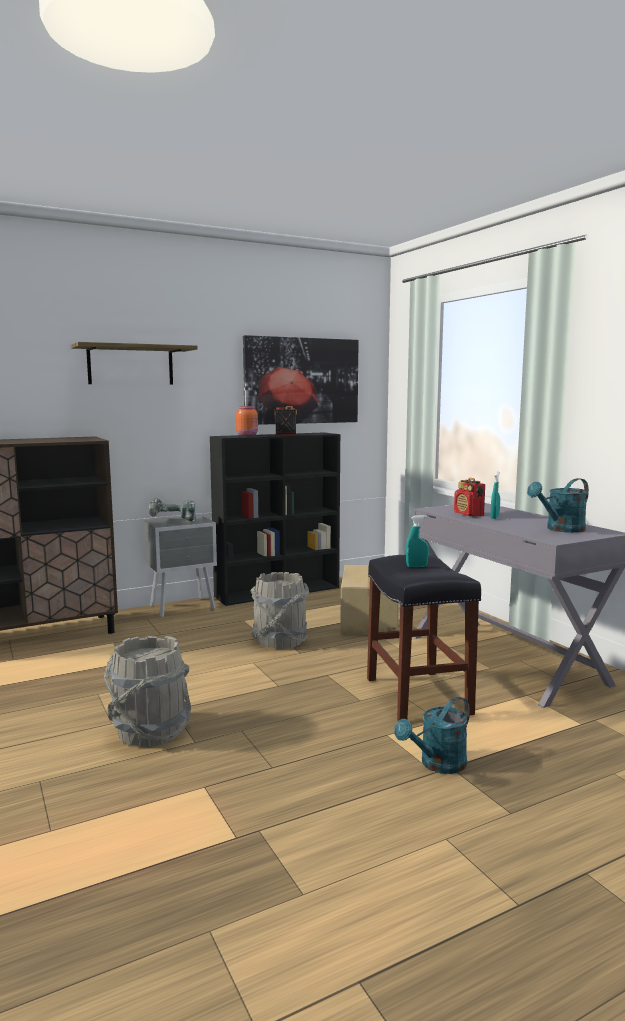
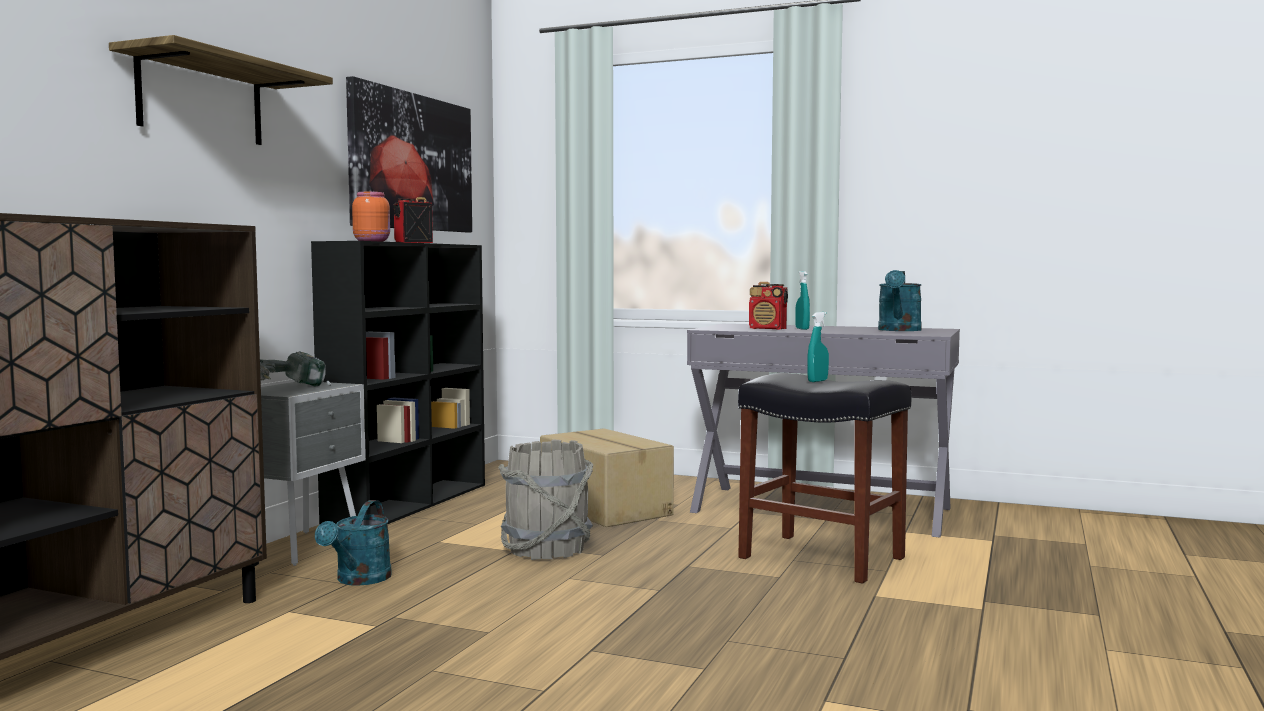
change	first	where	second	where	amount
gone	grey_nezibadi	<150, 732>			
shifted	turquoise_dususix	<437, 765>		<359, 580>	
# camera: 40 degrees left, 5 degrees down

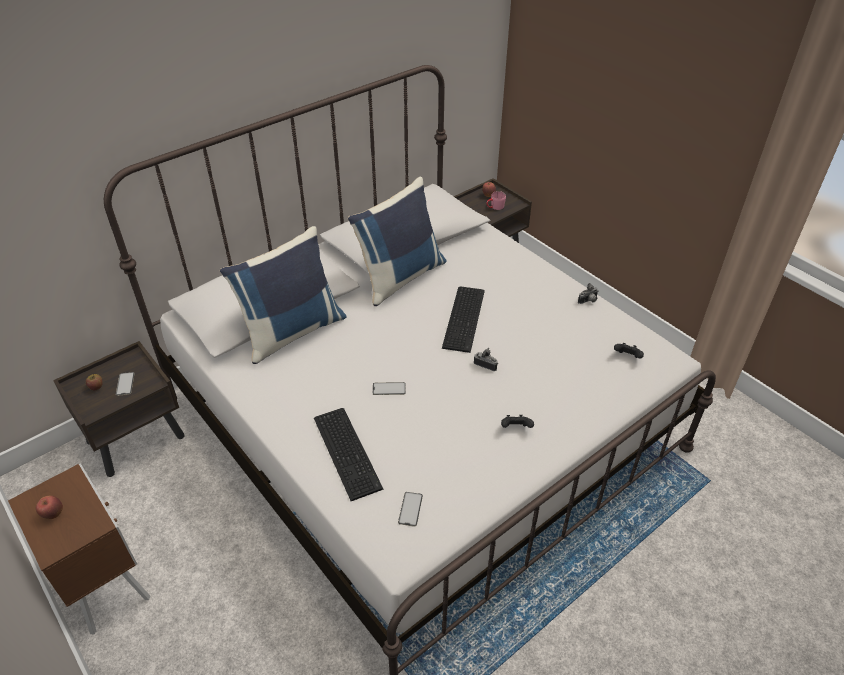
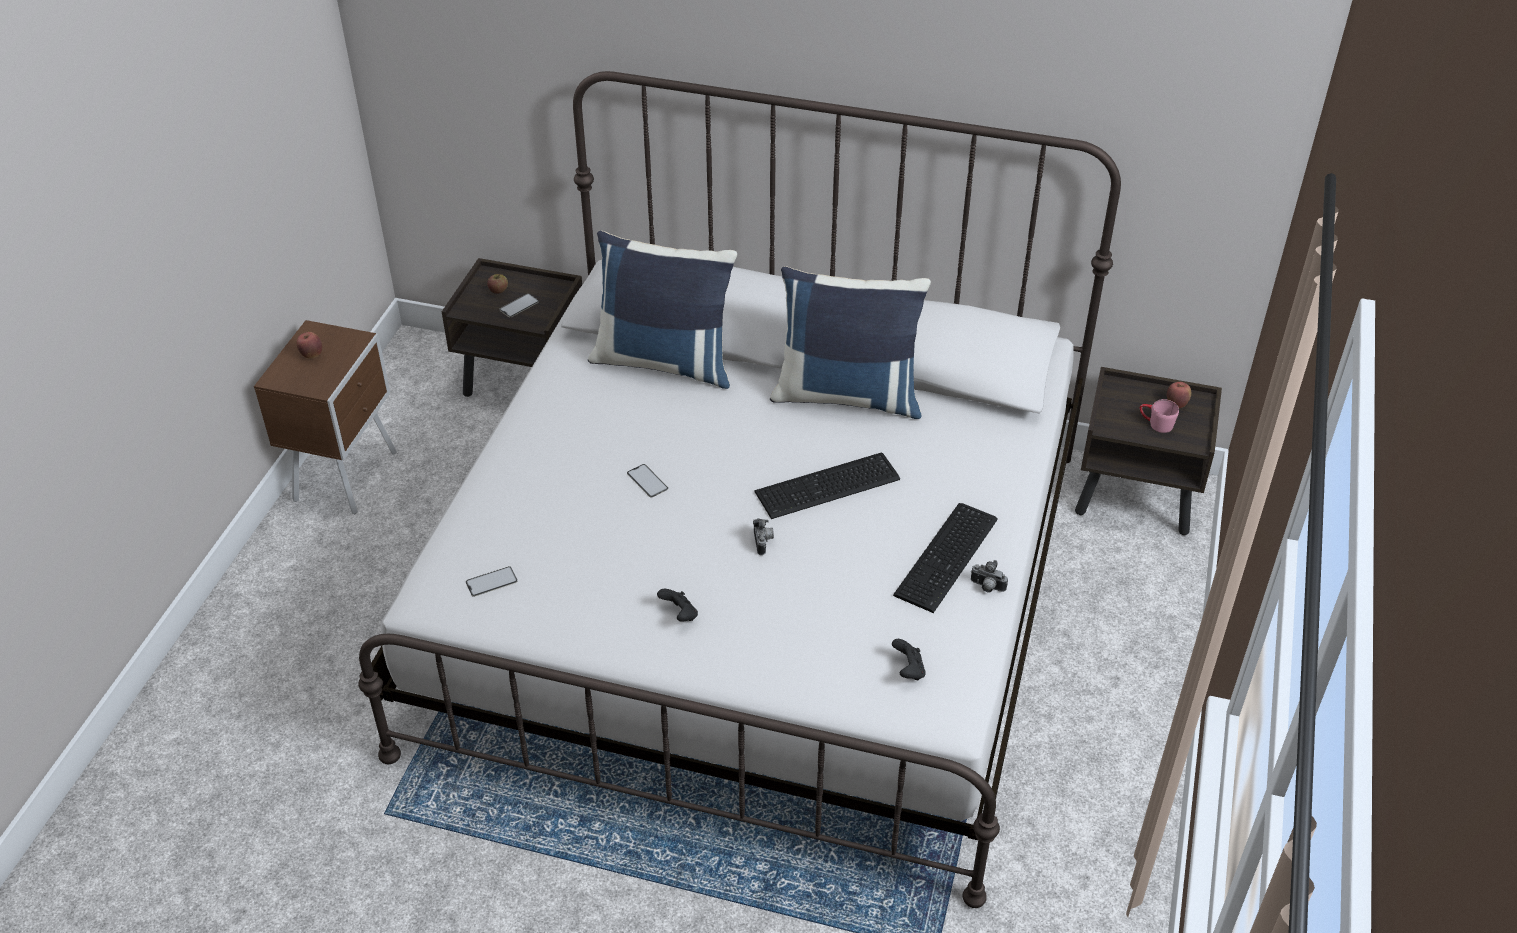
change	first	where	second	where	amount
shifted	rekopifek	<348, 451>		<949, 556>	
# camera: 55 degrees right, 0 degrees up

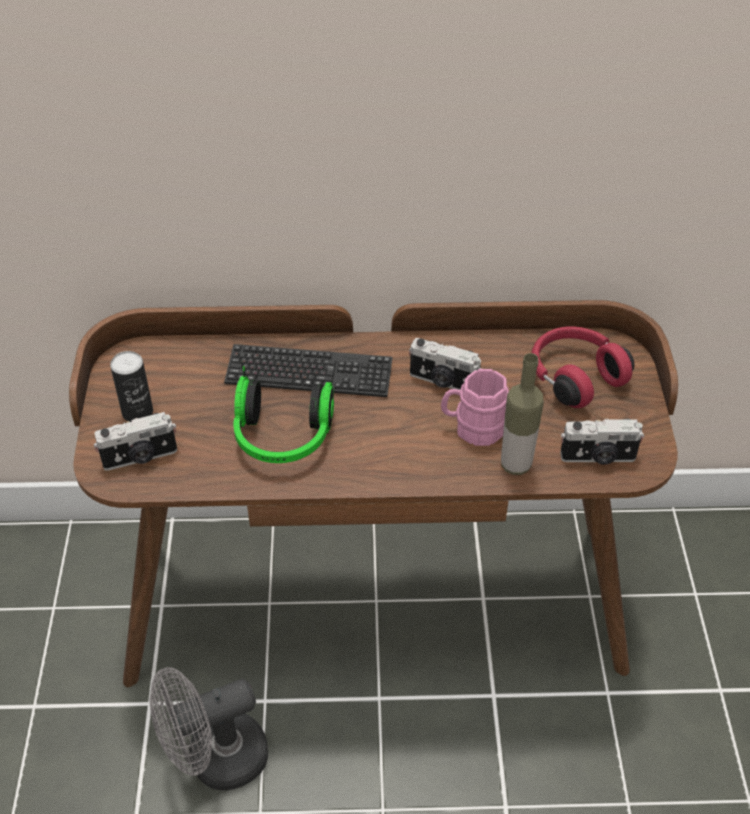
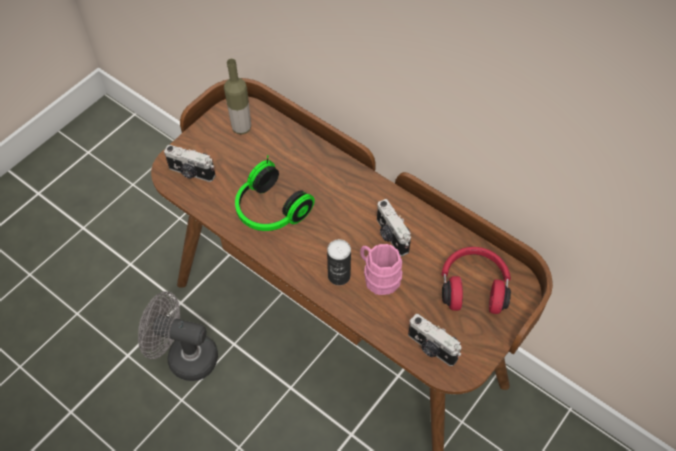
change	first	where	second	where	amount
gone	rekopifek	<309, 373>			
shifted	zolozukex	<137, 412>		<339, 275>	
shifted	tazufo	<515, 464>		<241, 128>	
# camera: 40 degrees right, 10 degrees up

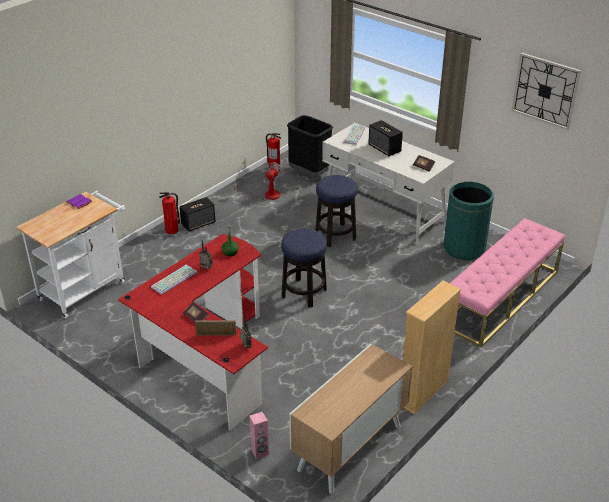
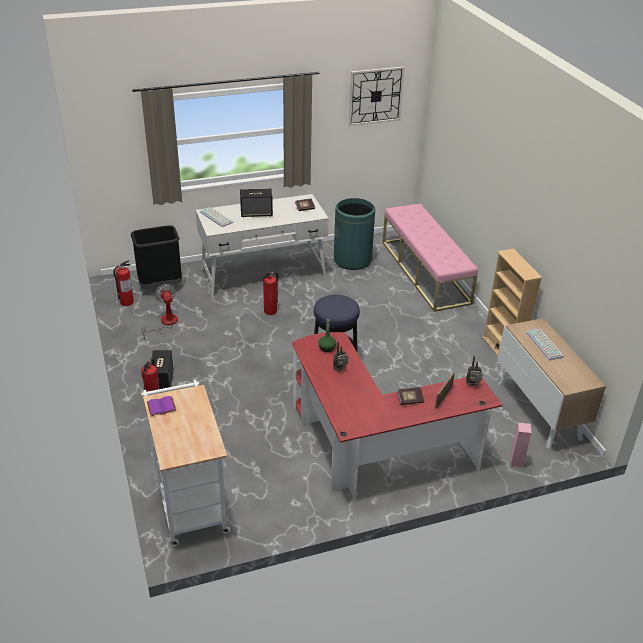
change	first	where	second	where	amount
swapped	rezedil	<335, 235>	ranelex	<270, 311>	
shifted	rekopifek	<174, 280>		<545, 345>	
# camera: 60 degrees left, 0 degrees up

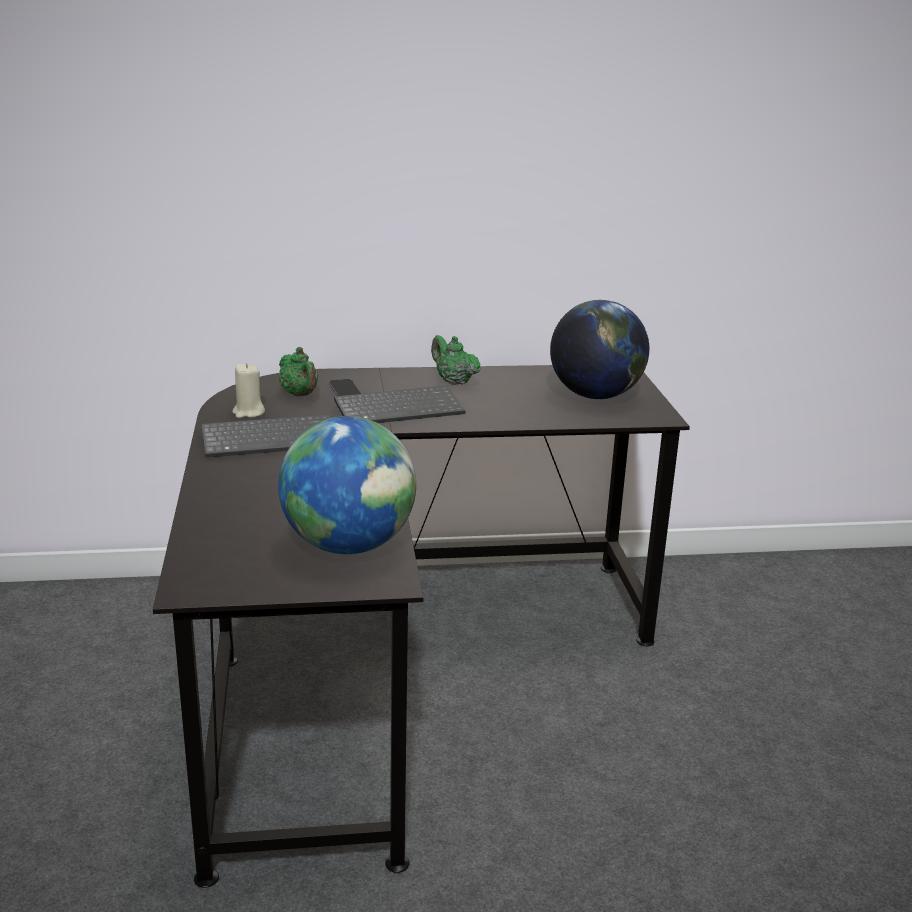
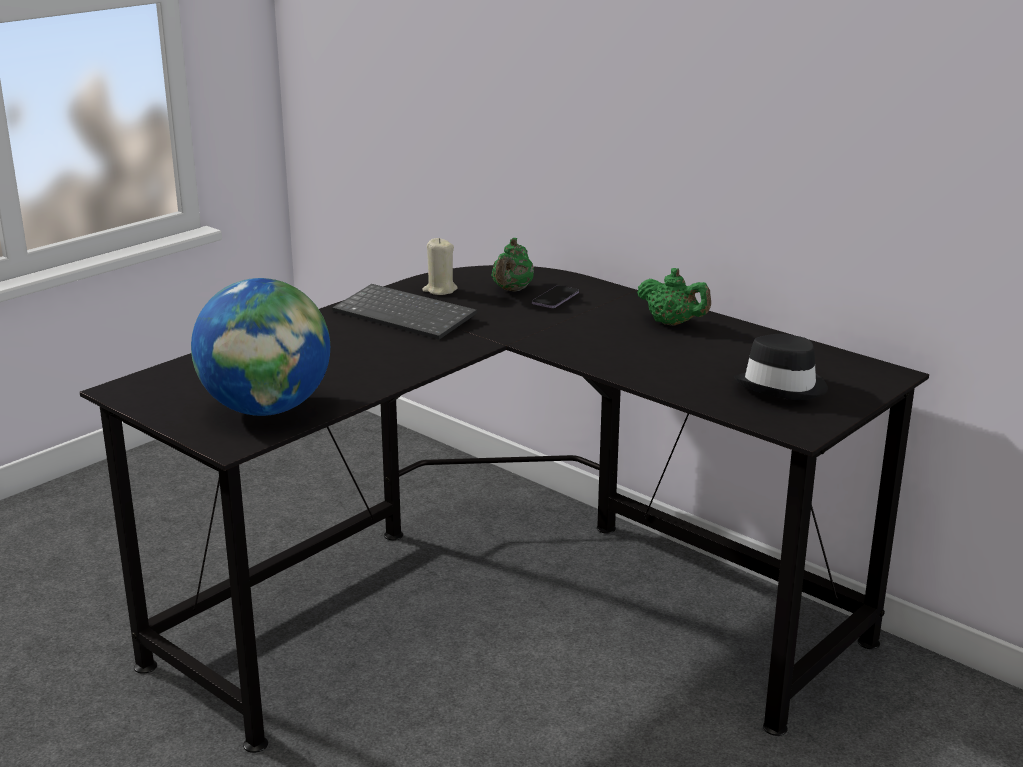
change	first	where	second	where	amount
swapped	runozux	<595, 396>	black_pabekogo	<783, 386>	
rotated	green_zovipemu	<453, 381>		<673, 323>	120 degrees clockwise
gone	rekopifek	<400, 408>			
# camera: 50 degrees right, 0 degrees up

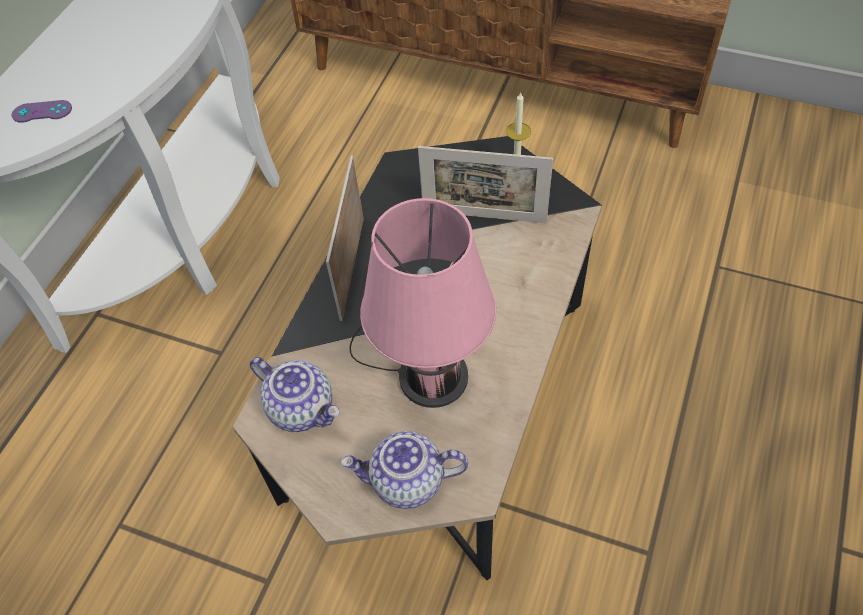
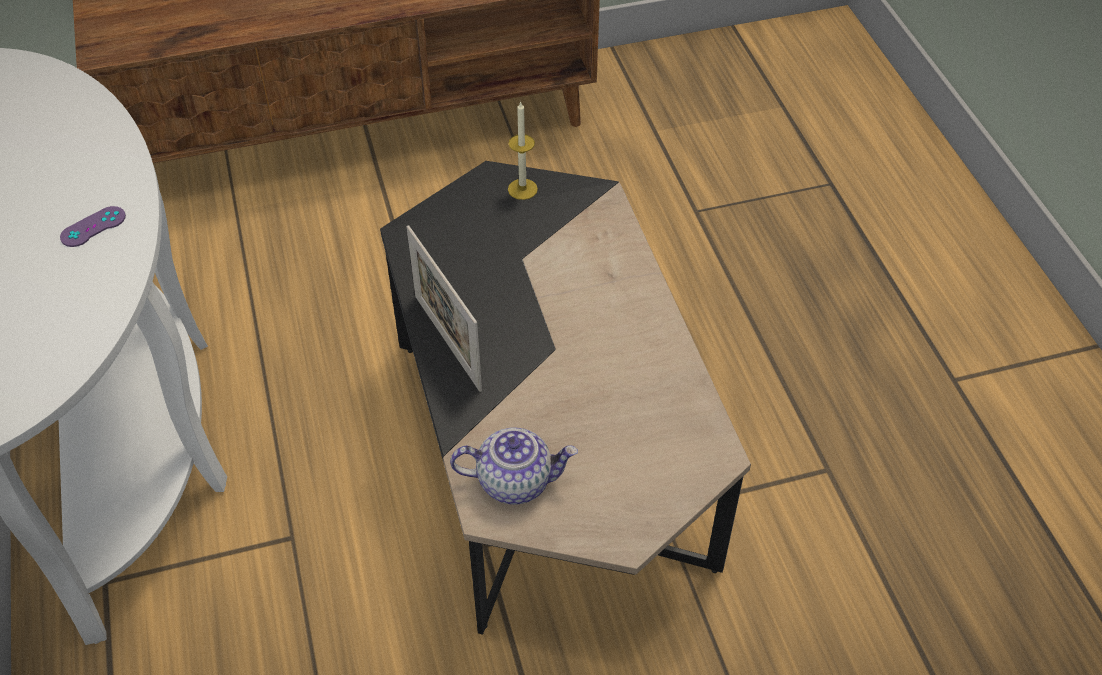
change	first	where	second	where	amount
shifted	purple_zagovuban	<42, 112>		<93, 227>	
gone	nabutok	<484, 216>			
gone	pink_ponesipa	<427, 372>			
gone	zovipemu	<407, 482>			
# camera: 40 degrees left, 5 degrees down

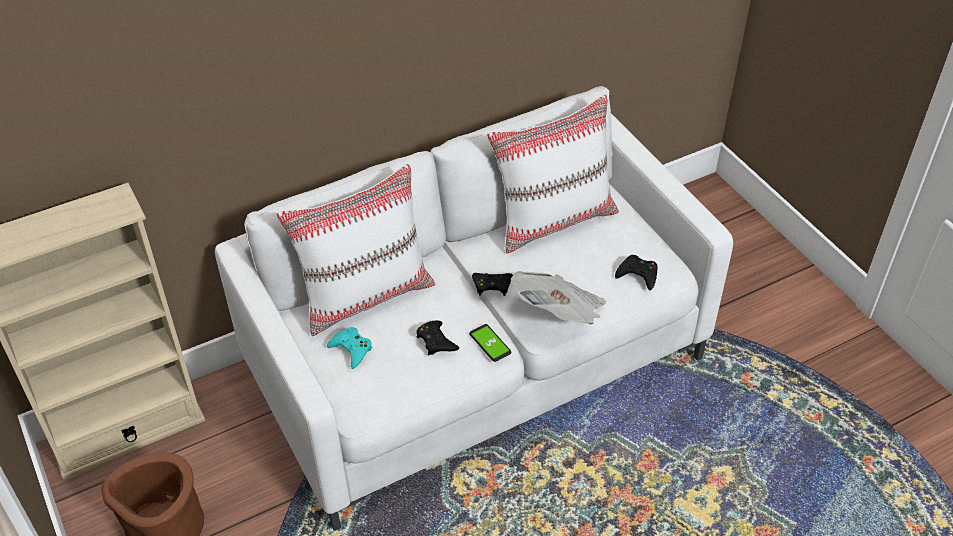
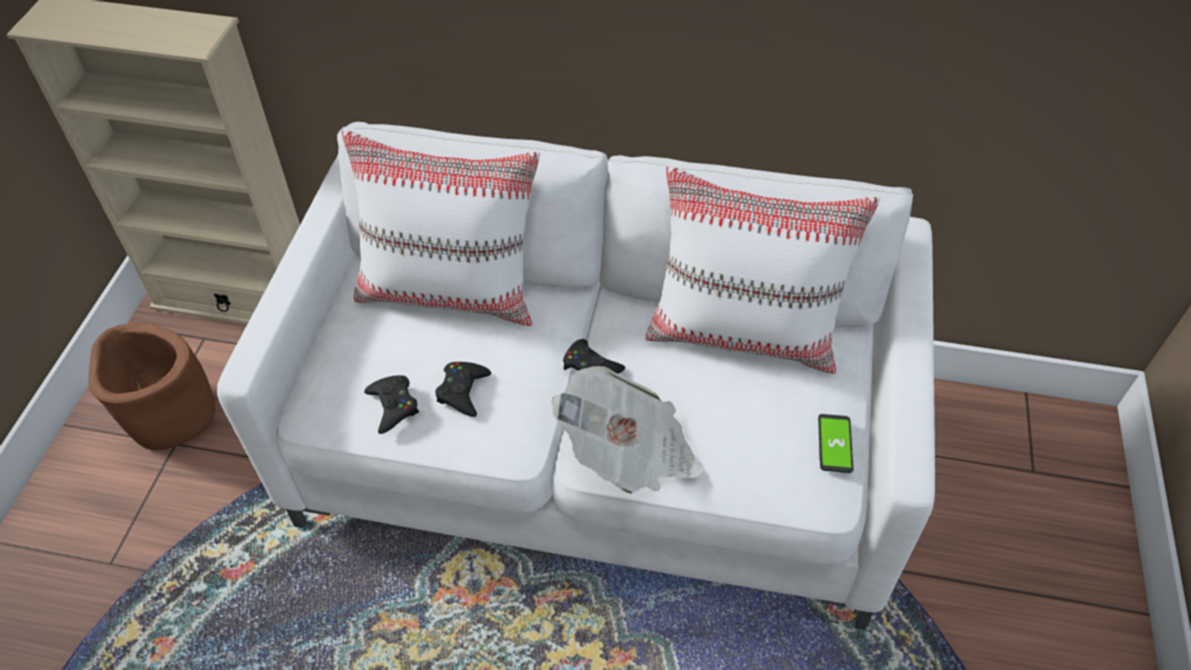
change	first	where	second	where	amount
shifted	black_zagovuban	<638, 275>		<393, 406>	
shifted	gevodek	<490, 343>		<834, 444>	
gone	turquoise_zagovuban	<351, 349>			
# camera: 40 degrees right, 5 degrees up

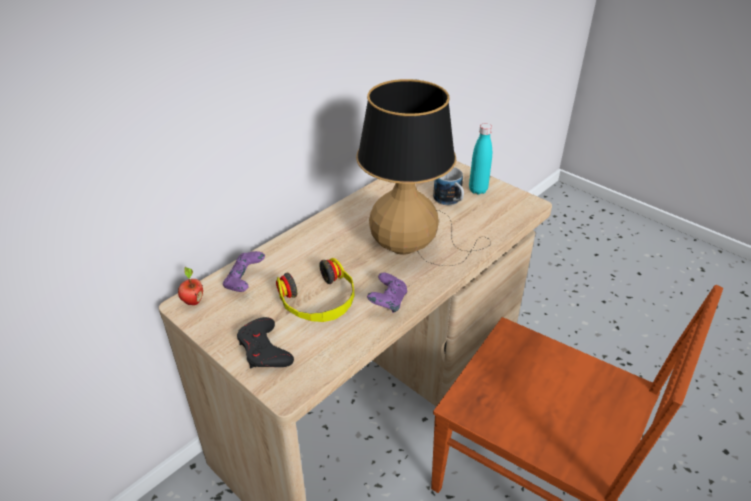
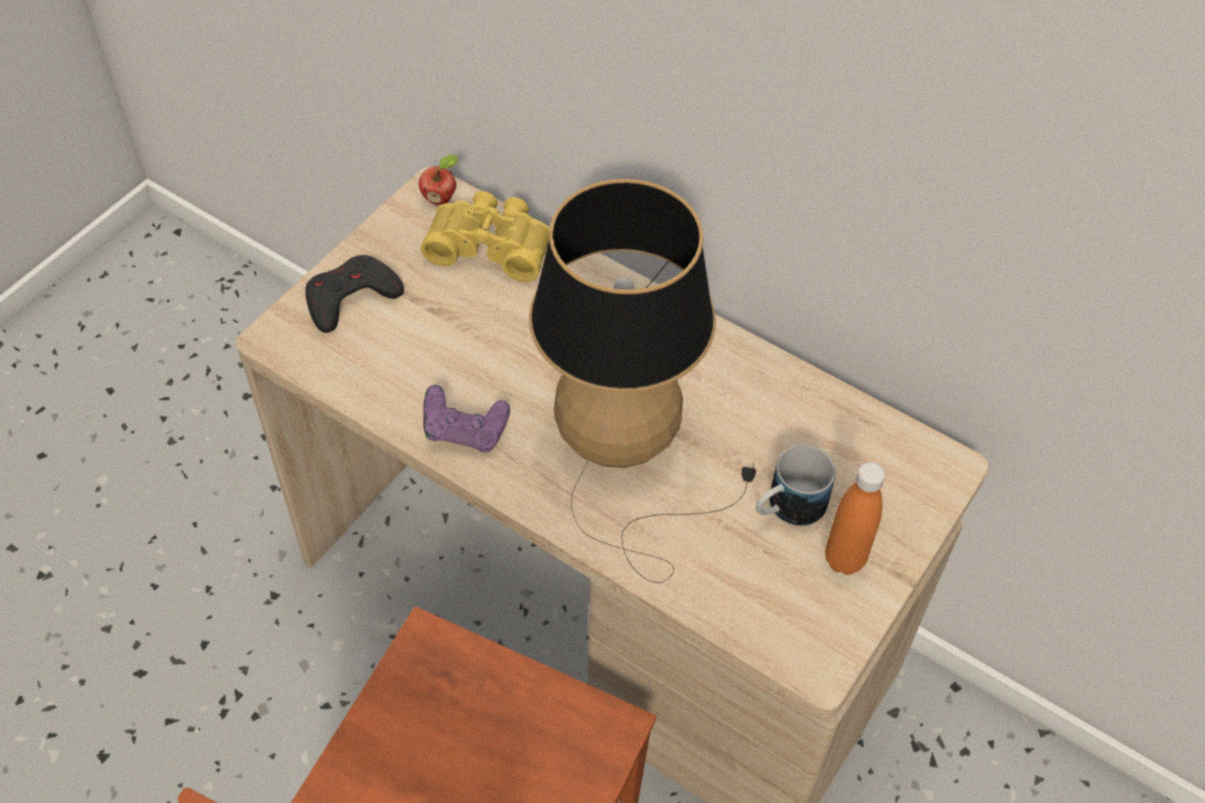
change	first	where	second	where	amount
repainted	turquoise_tazufo	<478, 190>	orange_tazufo	<844, 559>	
swapped	purple_zagovuban	<245, 281>	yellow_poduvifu	<491, 245>	
gone	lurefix	<319, 301>			
# camera: 80 degrees right, 15 degrees up

